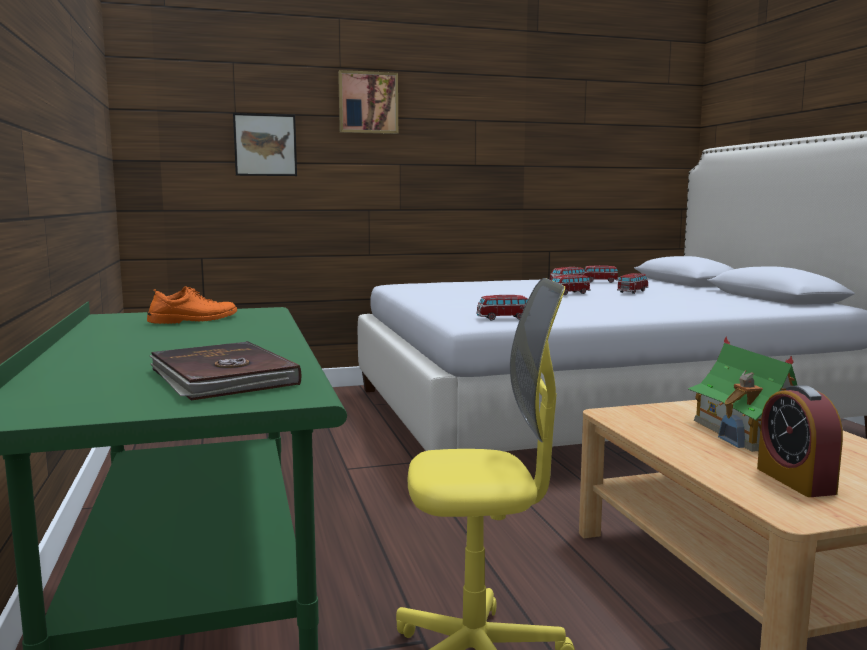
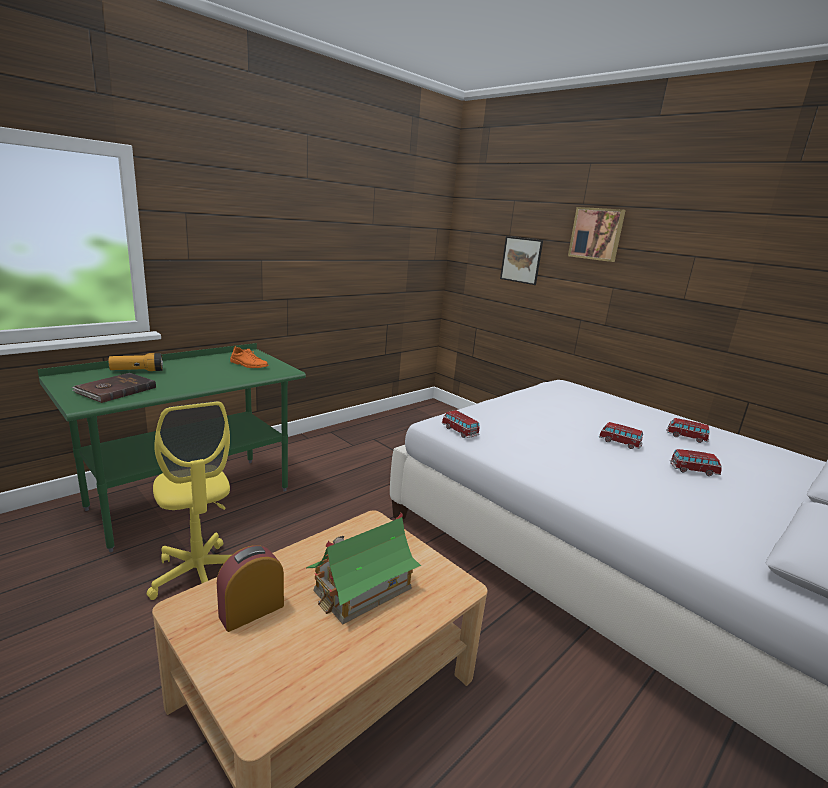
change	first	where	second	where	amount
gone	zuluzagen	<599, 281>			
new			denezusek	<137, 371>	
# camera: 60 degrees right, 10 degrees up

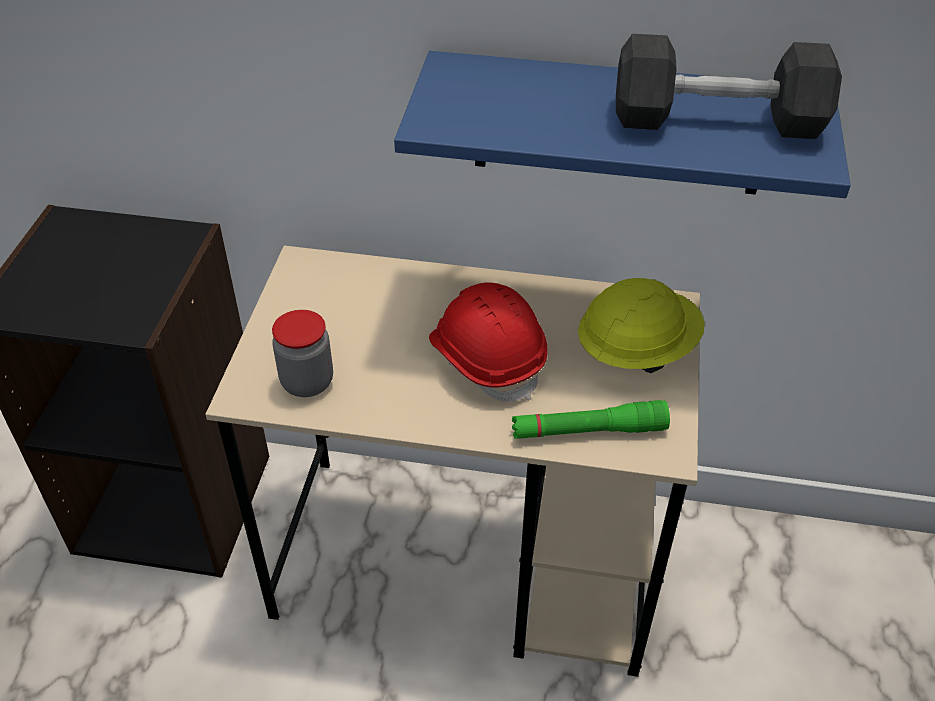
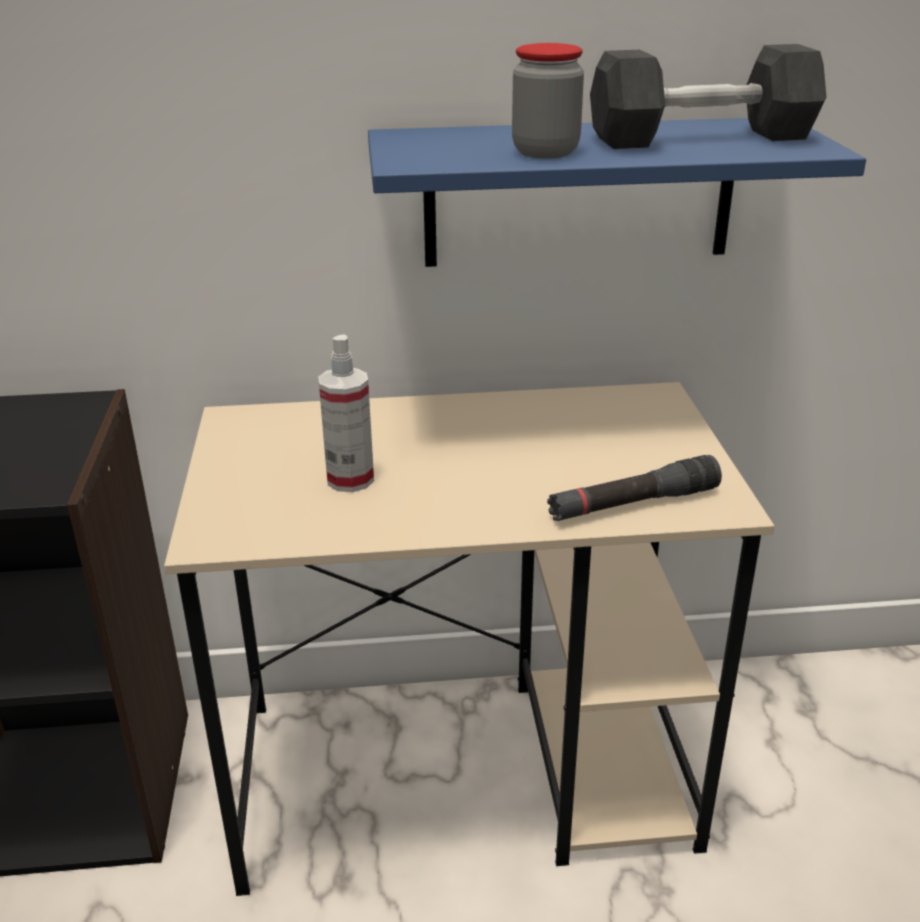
change	first	where	second	where	amount
gone	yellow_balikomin	<636, 351>			
gone	red_balikomin	<487, 359>			
shifted	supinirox	<307, 382>		<545, 152>	
repainted	green_denezusek	<588, 431>	black_denezusek	<633, 504>	
new			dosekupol	<350, 479>	
# camera: 15 degrees left, 15 degrees down

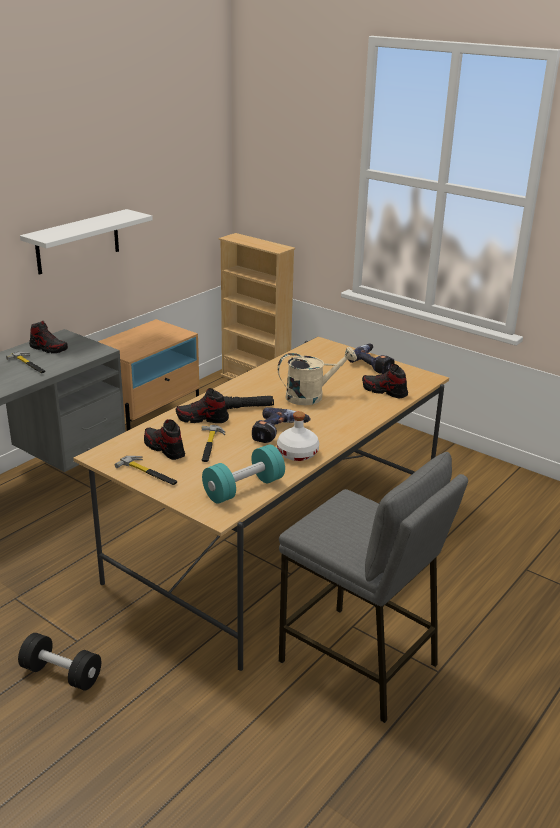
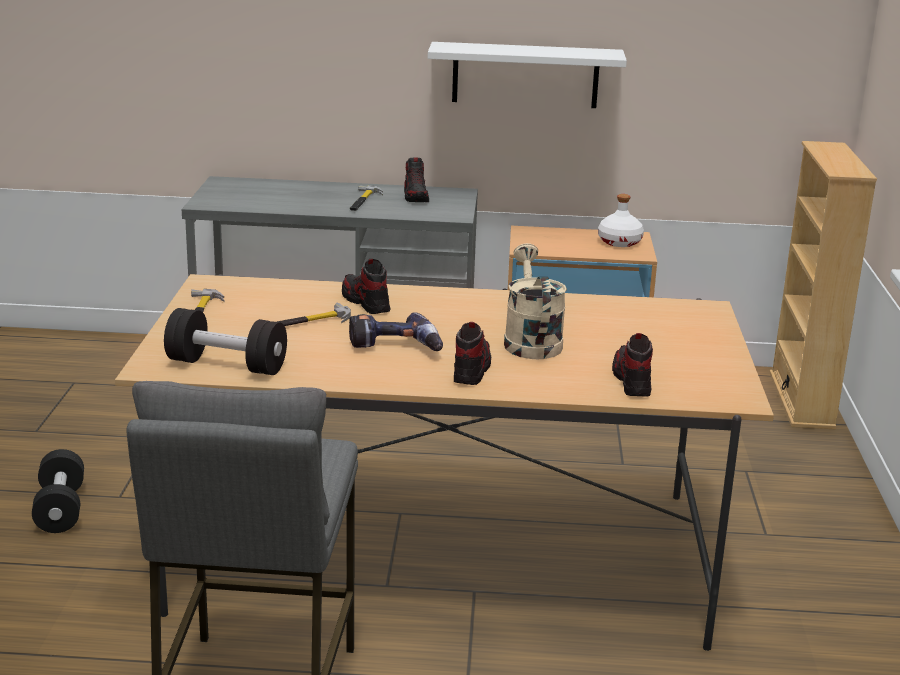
change	first	where	second	where	amount
gone	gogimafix	<373, 364>			
rotated	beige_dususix	<311, 396>		<530, 341>	135 degrees counterclockwise
gone	black_denezusek	<244, 407>			
shifted	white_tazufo	<298, 453>		<620, 242>	
shifted	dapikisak	<164, 449>		<471, 369>	
repainted	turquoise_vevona	<244, 489>	black_vevona	<226, 365>	
# camera: 55 degrees right, 5 degrees down

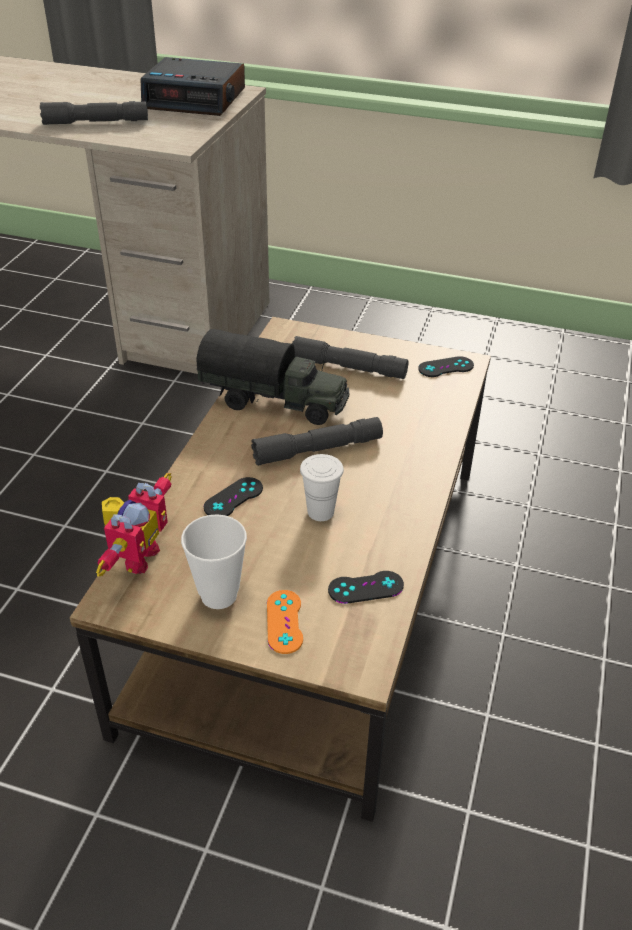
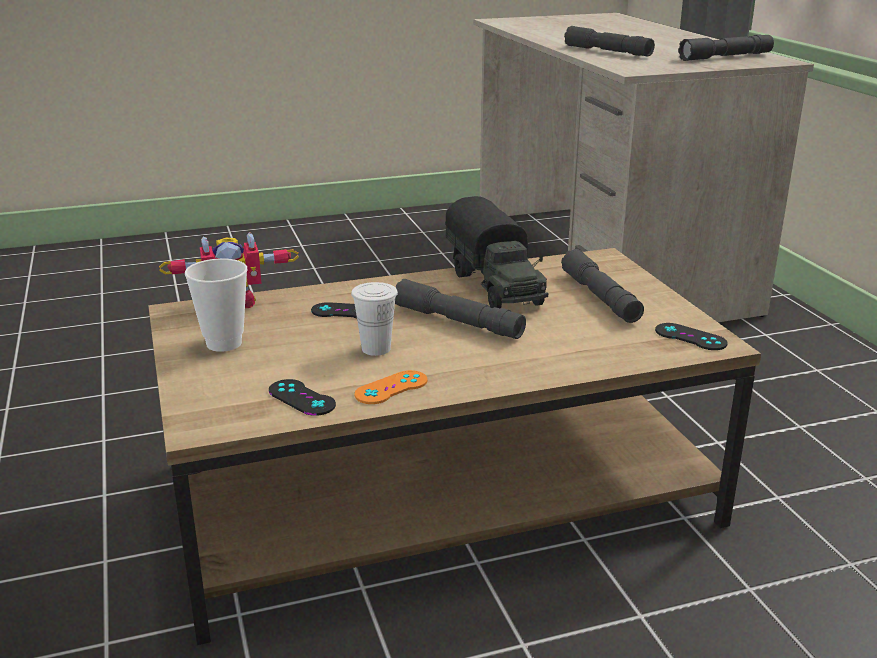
change	first	where	second	where	amount
swapped	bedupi	<196, 99>	grey_denezusek	<725, 57>	
shifted	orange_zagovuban	<284, 621>		<391, 388>	
# camera: 55 degrees right, 15 degrees down

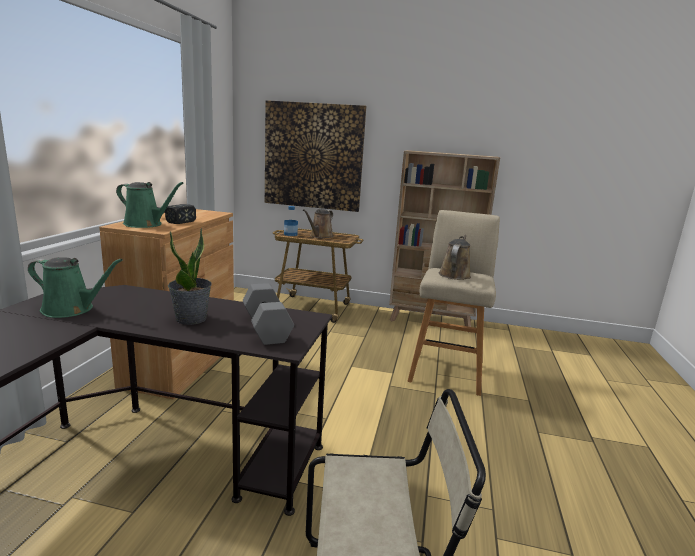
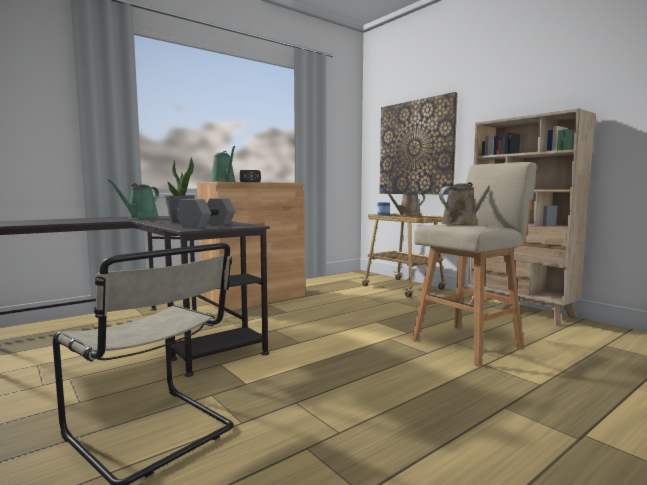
change	first	where	second	where	amount
rotated	green_dususix	<72, 309>		<141, 218>	60 degrees clockwise
# camera: 40 degrees right, 10 degrees down

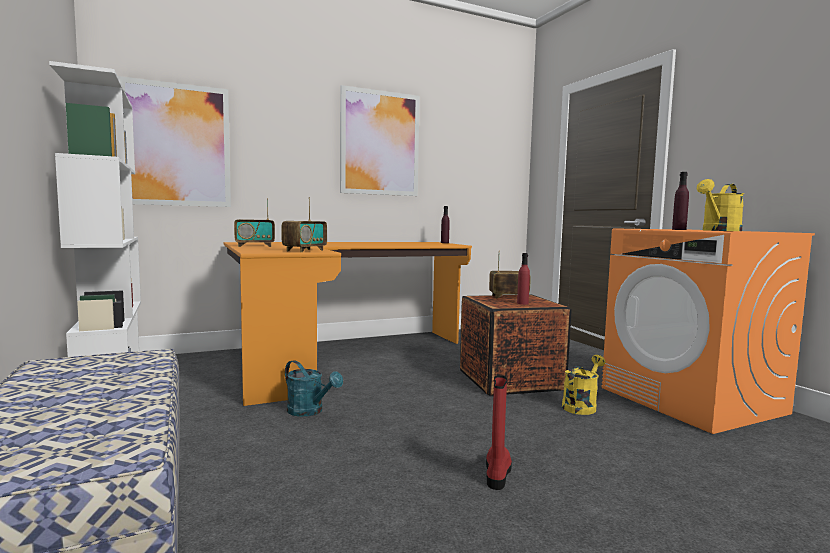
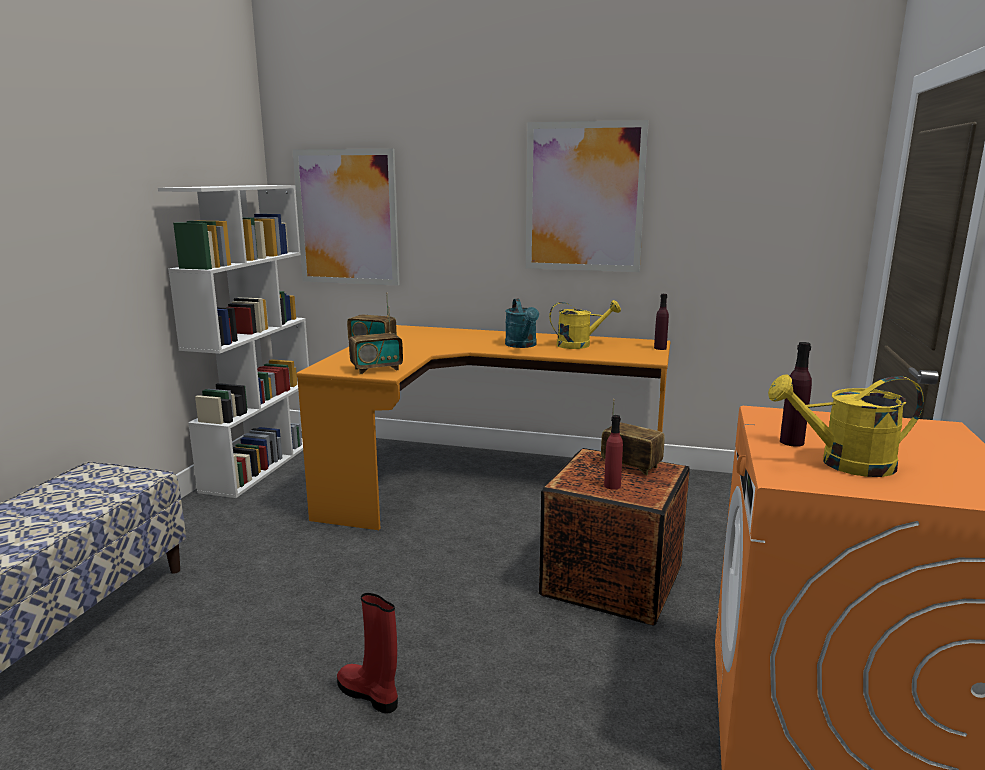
change	first	where	second	where	amount
shifted	yellow_dususix	<581, 406>		<580, 345>	
shifted	turquoise_dususix	<310, 411>		<522, 345>	
rotated	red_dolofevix	<497, 473>		<369, 695>	105 degrees counterclockwise
# camera: 40 degrees right, 10 degrees up

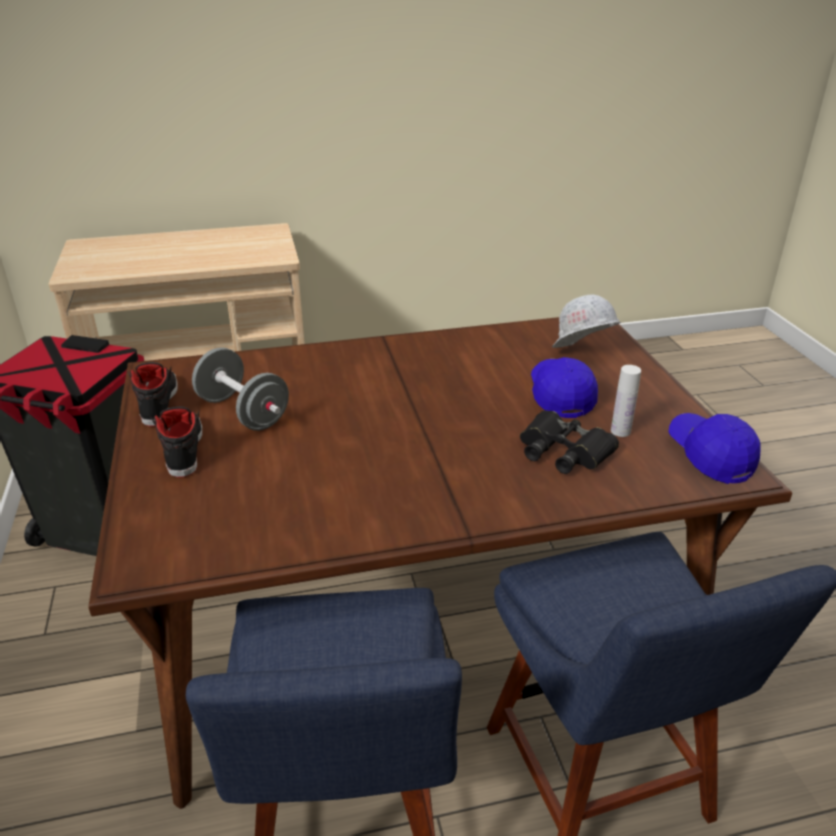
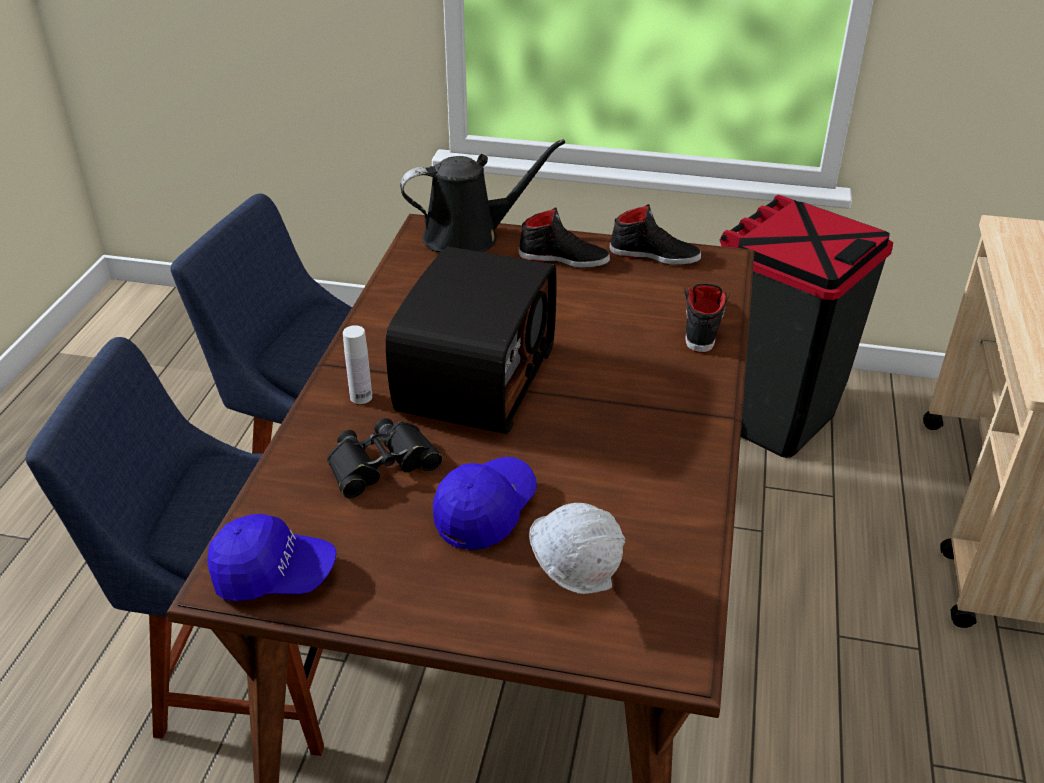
change	first	where	second	where	amount
gone	grey_vevona	<243, 412>			
rotated	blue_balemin	<560, 396>		<485, 511>	75 degrees counterclockwise
shifted	white_tazufo	<620, 431>		<361, 397>	
new			black_dususix	<469, 237>	
new			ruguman	<473, 378>	
new			black_dapikisak	<702, 324>	
# camera: 115 degrees right, 5 degrees up

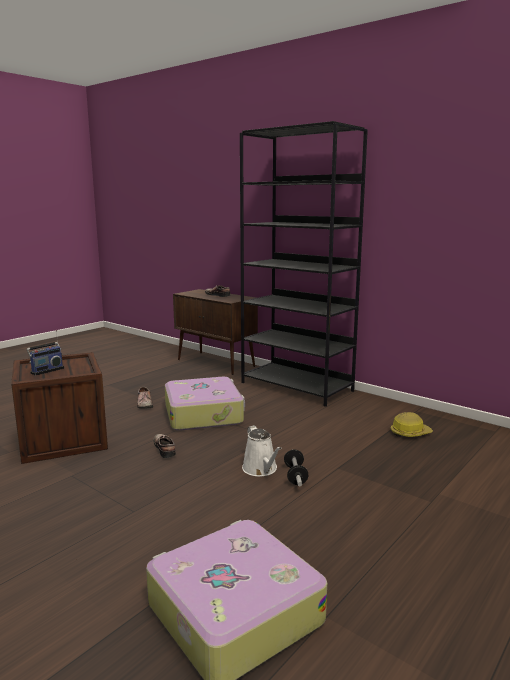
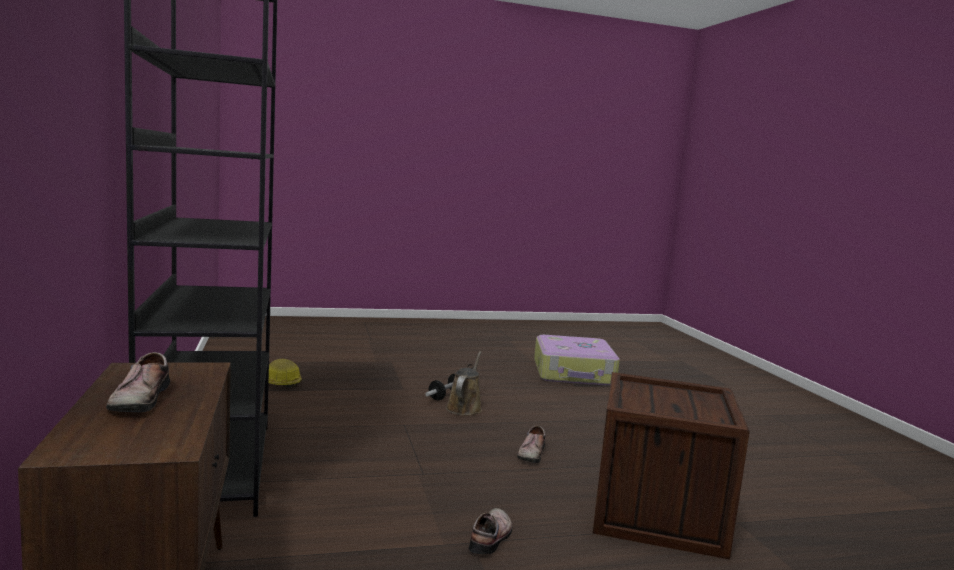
change	first	where	second	where	amount
gone	ruguman	<46, 370>			
gone	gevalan	<204, 414>			
repainted	white_dususix	<261, 469>	brown_dususix	<464, 407>	
# camera: 145 degrees left, 5 degrees down

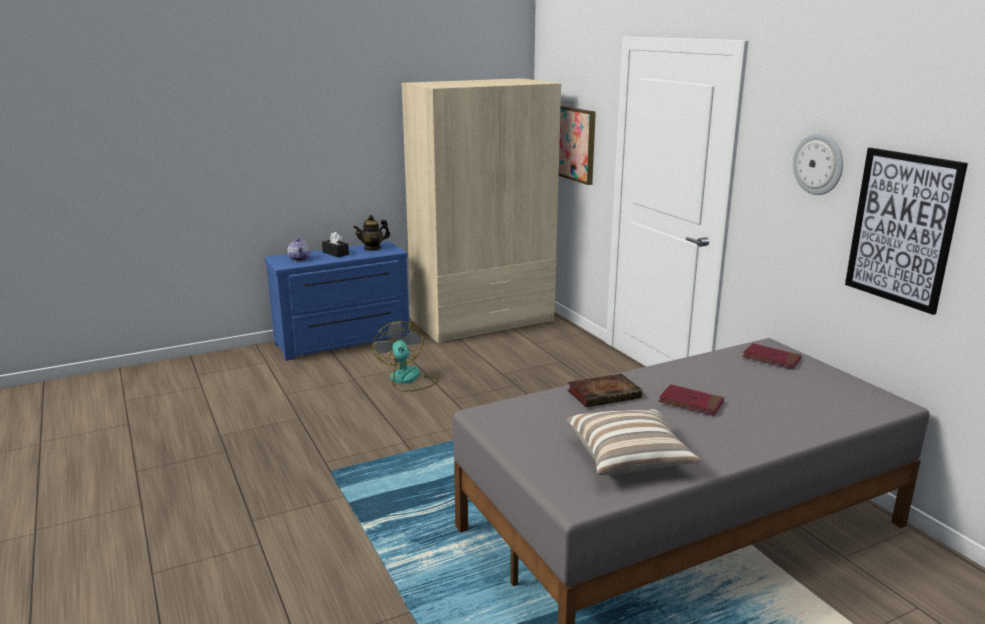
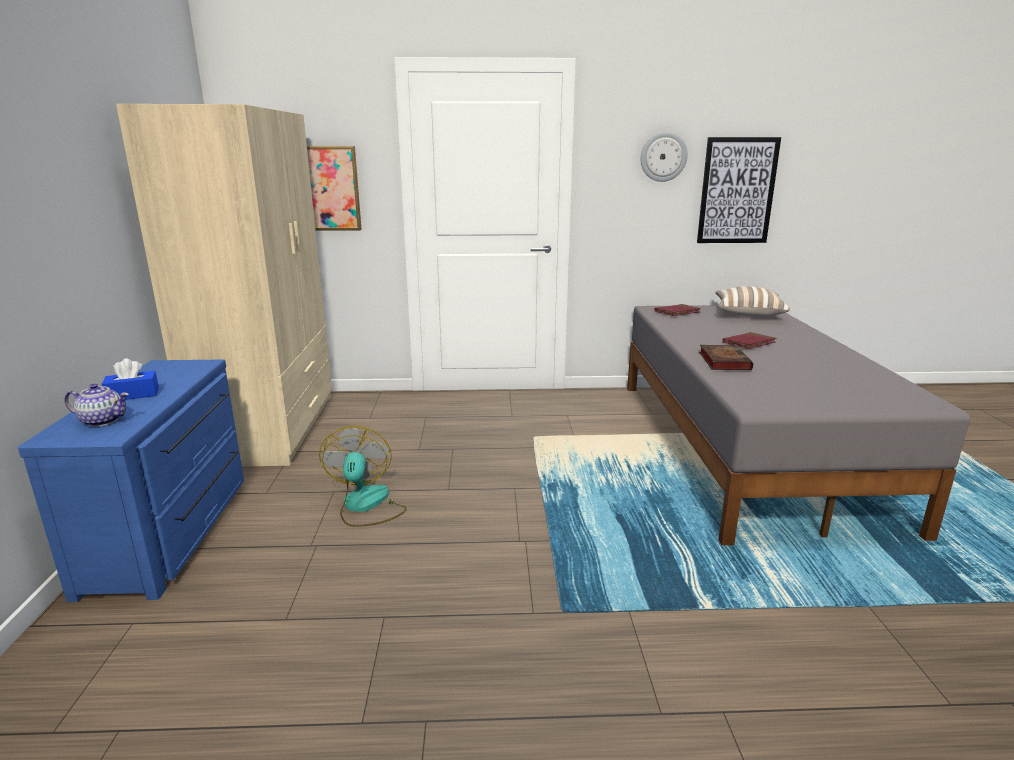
change	first	where	second	where	amount
gone	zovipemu	<372, 248>			
repainted	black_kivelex	<335, 253>	blue_kivelex	<133, 395>	
rotated	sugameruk	<407, 380>		<365, 506>	75 degrees clockwise
shifted	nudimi	<629, 458>		<748, 313>	
# camera: 65 degrees left, 0 degrees up

